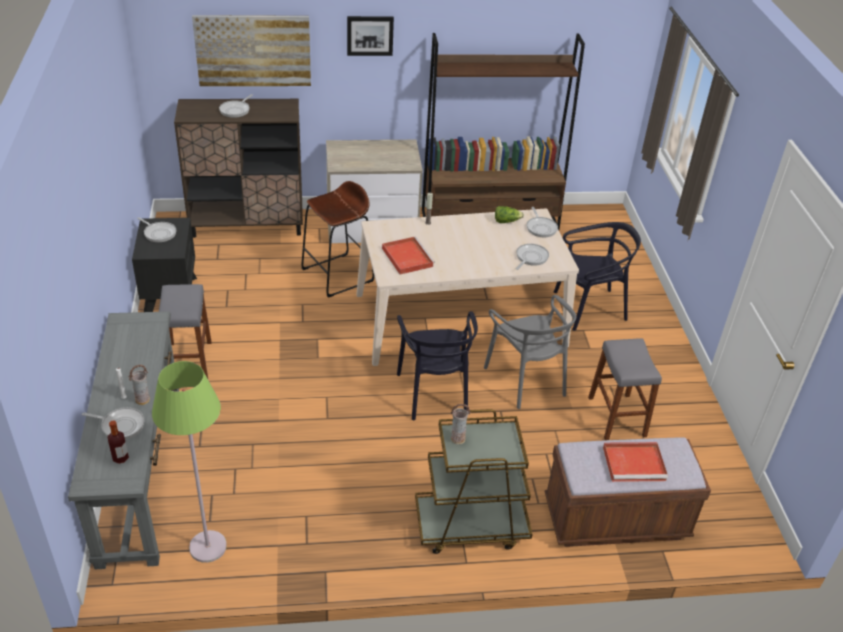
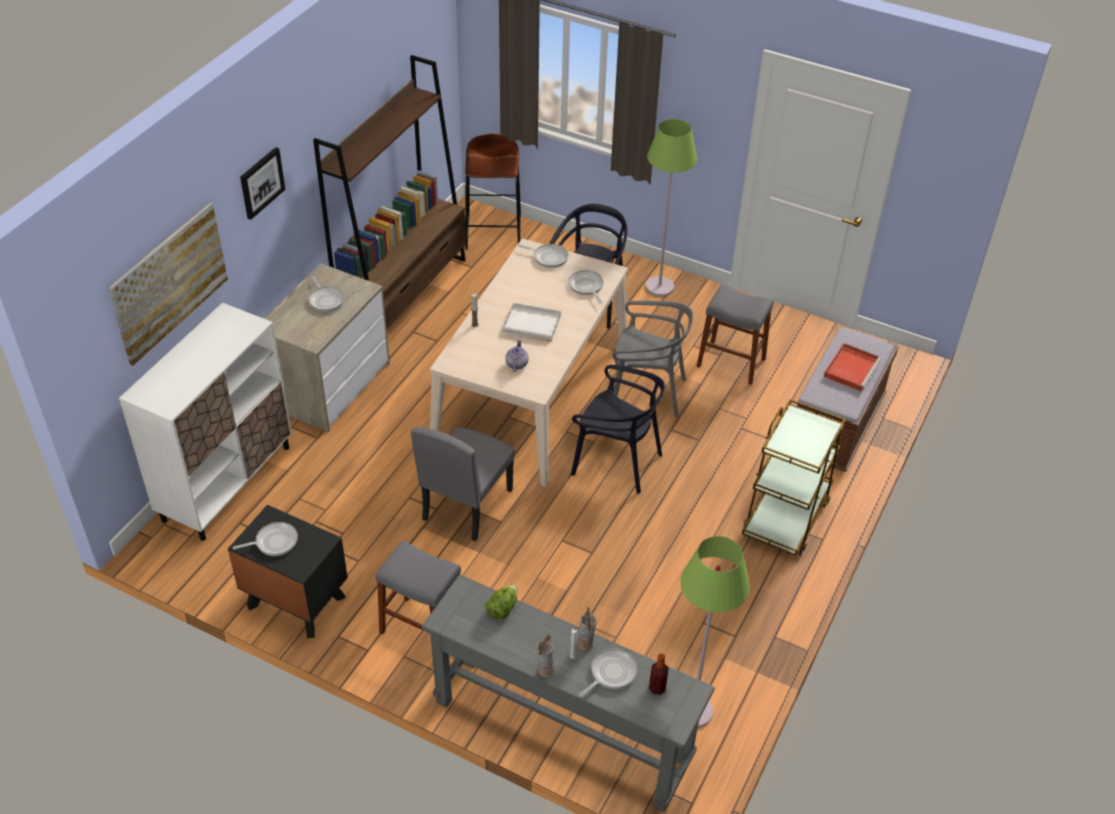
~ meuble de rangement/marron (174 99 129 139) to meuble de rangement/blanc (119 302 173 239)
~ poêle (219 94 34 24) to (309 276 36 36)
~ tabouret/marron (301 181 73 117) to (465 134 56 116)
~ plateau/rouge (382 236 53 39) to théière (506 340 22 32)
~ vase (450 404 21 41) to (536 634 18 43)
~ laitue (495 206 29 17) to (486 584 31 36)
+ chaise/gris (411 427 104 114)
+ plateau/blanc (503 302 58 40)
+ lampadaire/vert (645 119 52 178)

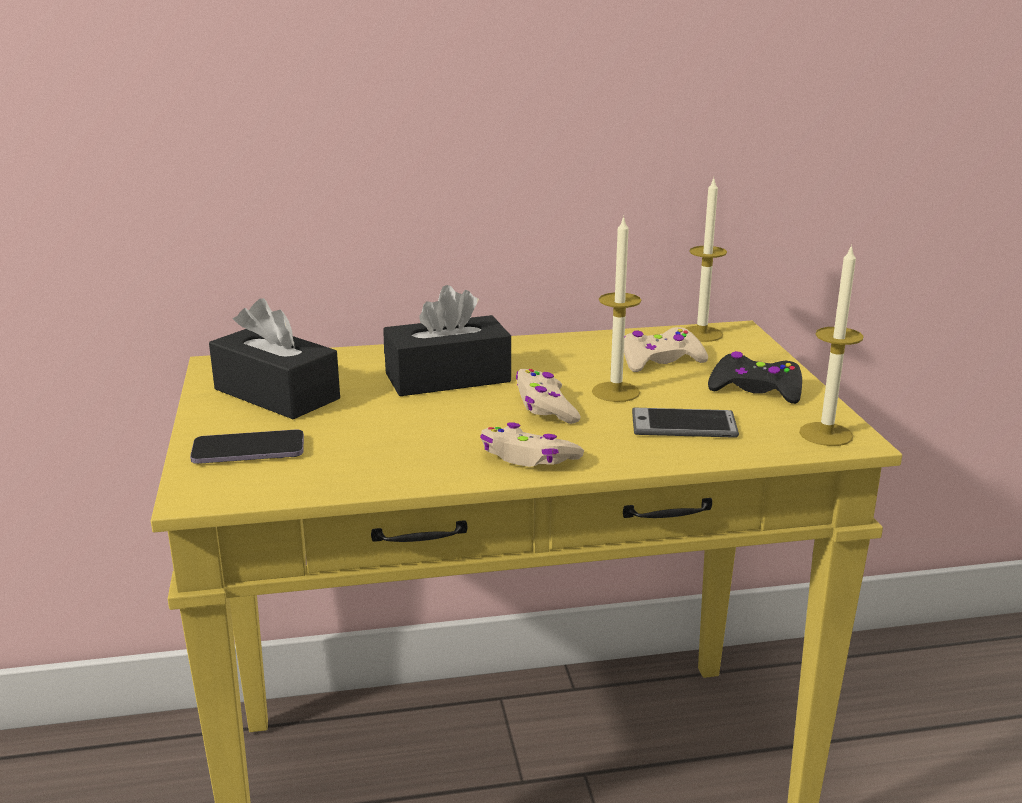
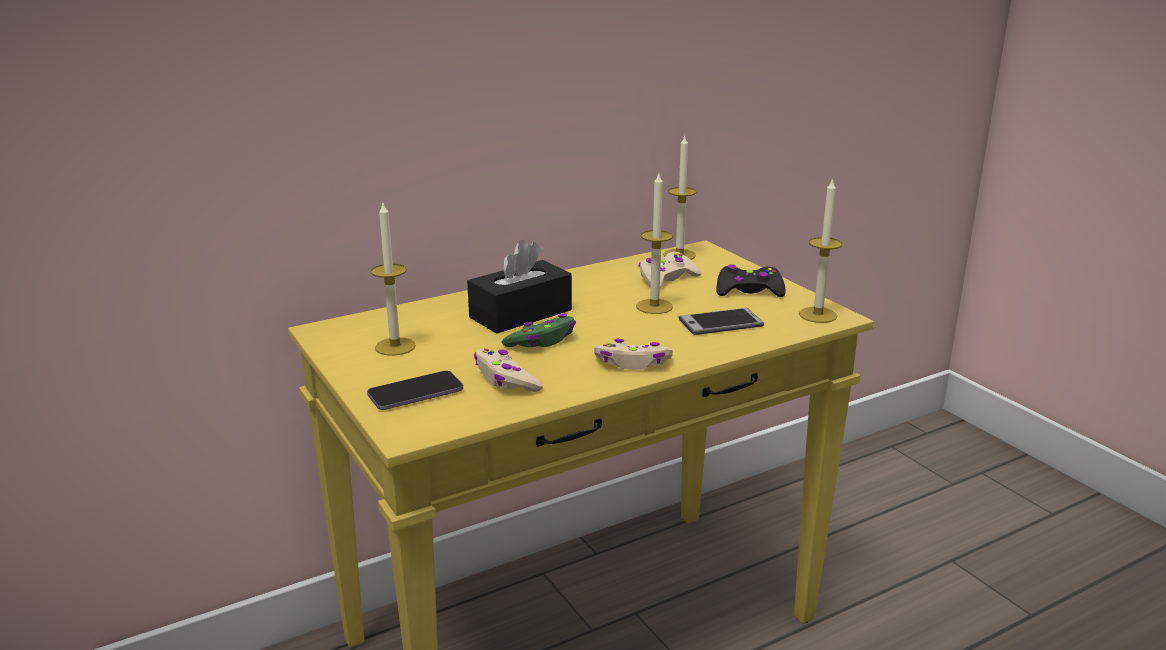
~ boîte à mouchoirs/noir (209 298 131 121) to bougie (371 203 45 153)
~ manette/beige (516 369 64 55) to (474 349 69 43)
+ manette/vert (501 314 75 33)

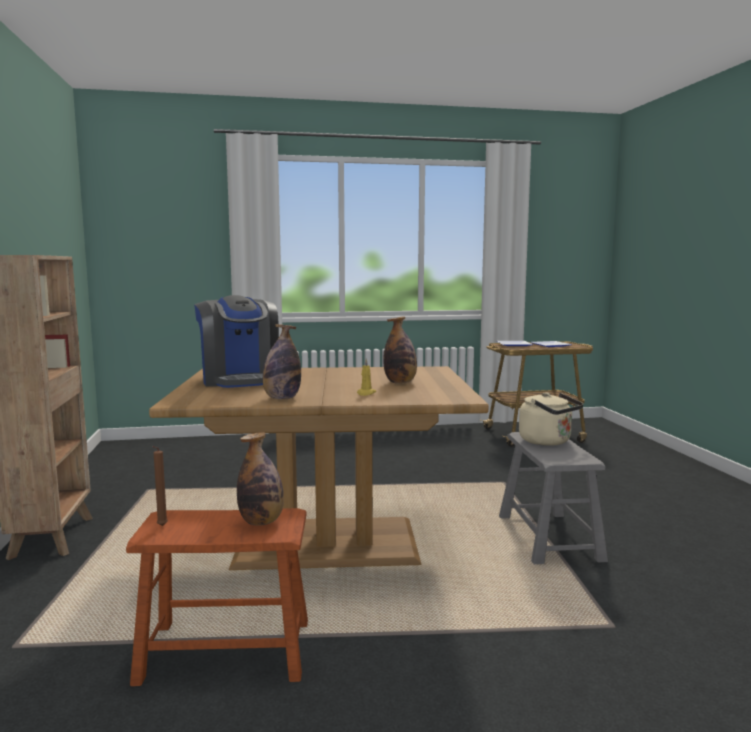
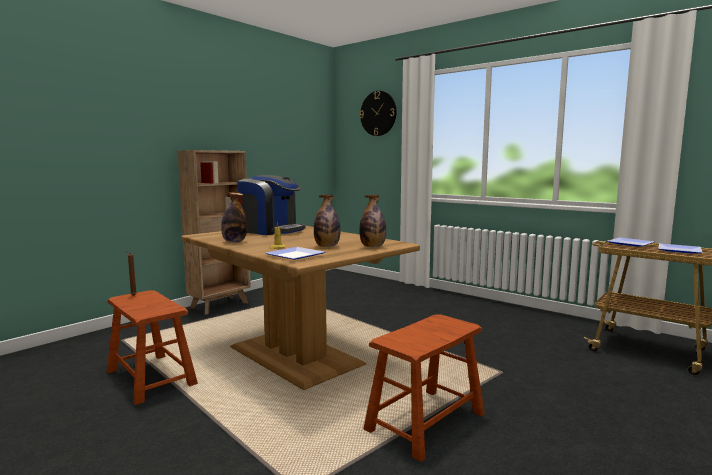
~ machine à café (194 295 85 93) = (237 175 69 60) 90 degrees counterclockwise
~ bouteille (237 432 47 94) to (359 194 27 53)
~ tabouret/gris (499 432 109 132) to tabouret/marron (363 314 122 148)
- bouilloire/beige (519 392 64 54)
+ assiette (265 247 60 13)
+ horloge murale (360 91 36 45)

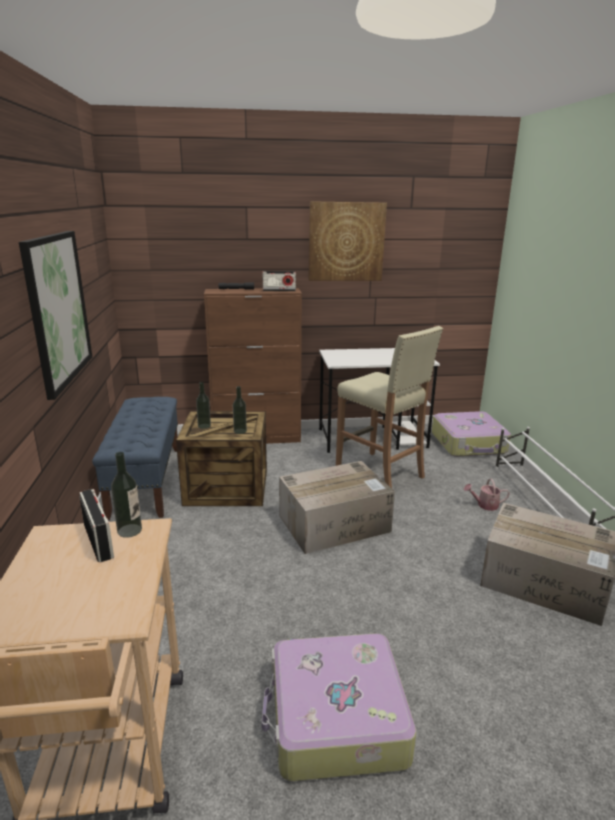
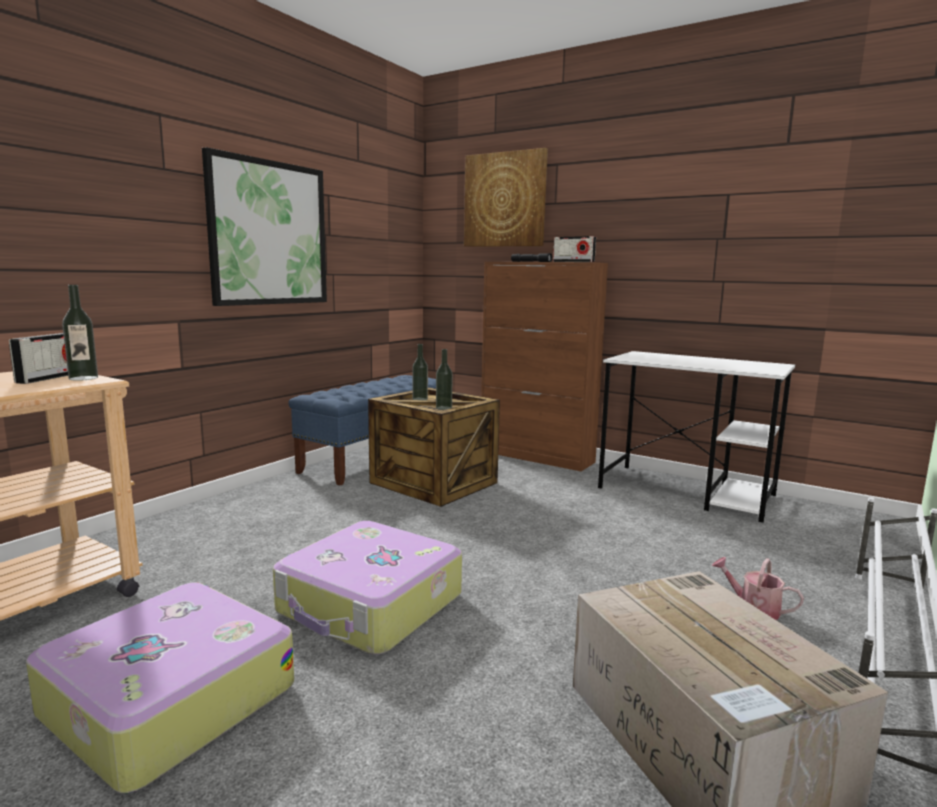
- carton (279 461 116 93)
~ tableau (308 201 79 80) to (464 148 84 98)
- tabouret/beige (336 326 107 162)
~ valise (432 411 79 46) to (273 521 189 133)

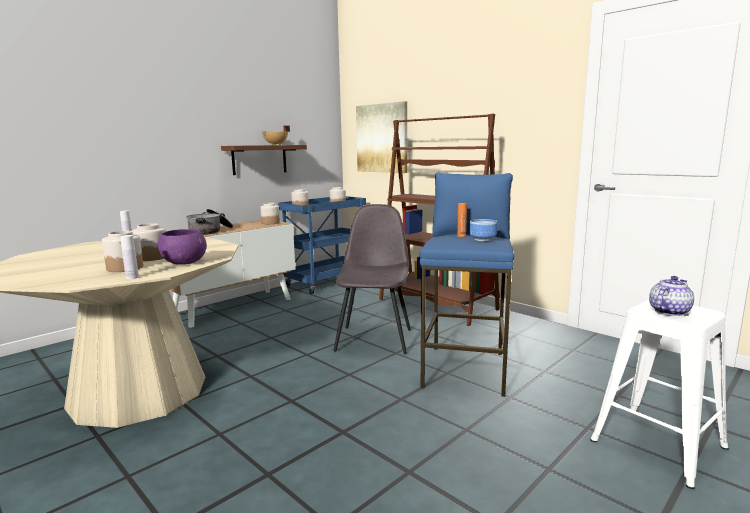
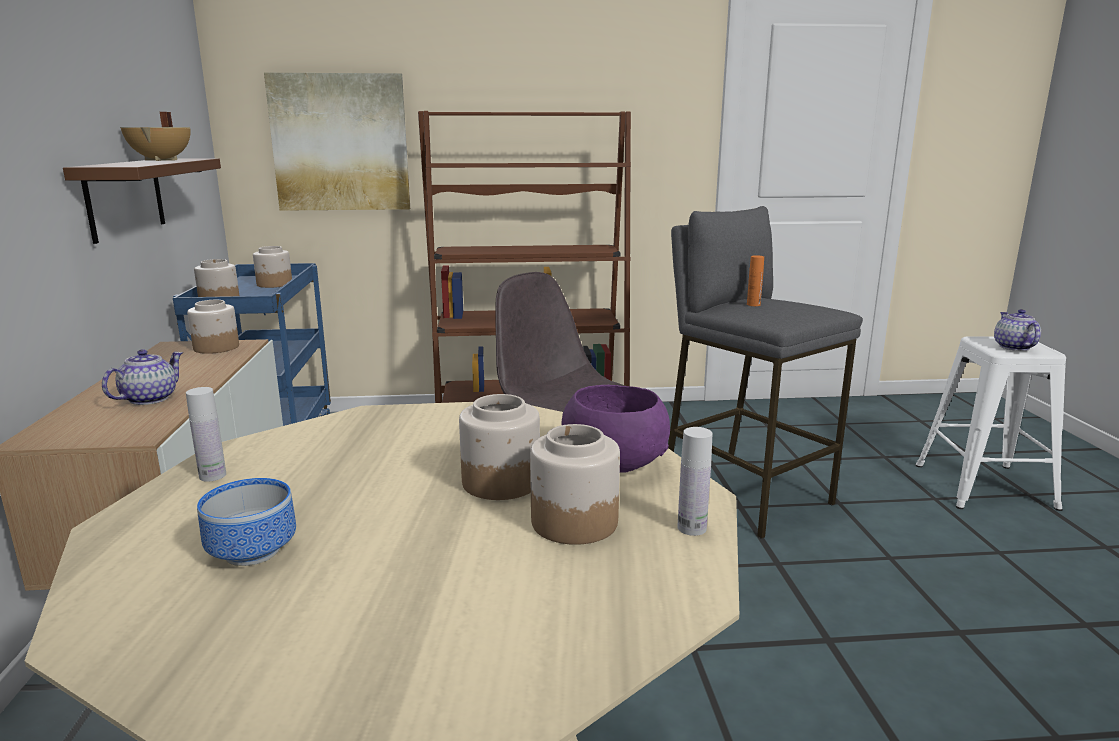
~ marmite (186 209 47 26) to théière (102 349 81 56)
~ tabouret/bleu (420 172 94 225) to tabouret/gris (668 206 195 333)
~ bol (469 219 28 22) to (197 478 99 88)

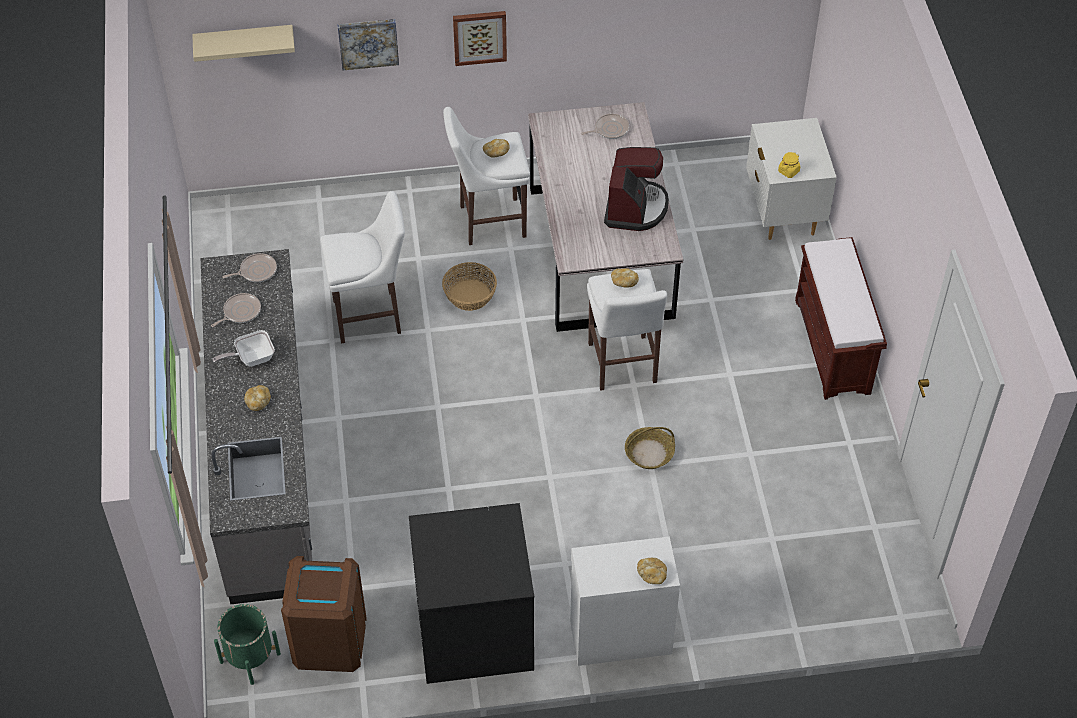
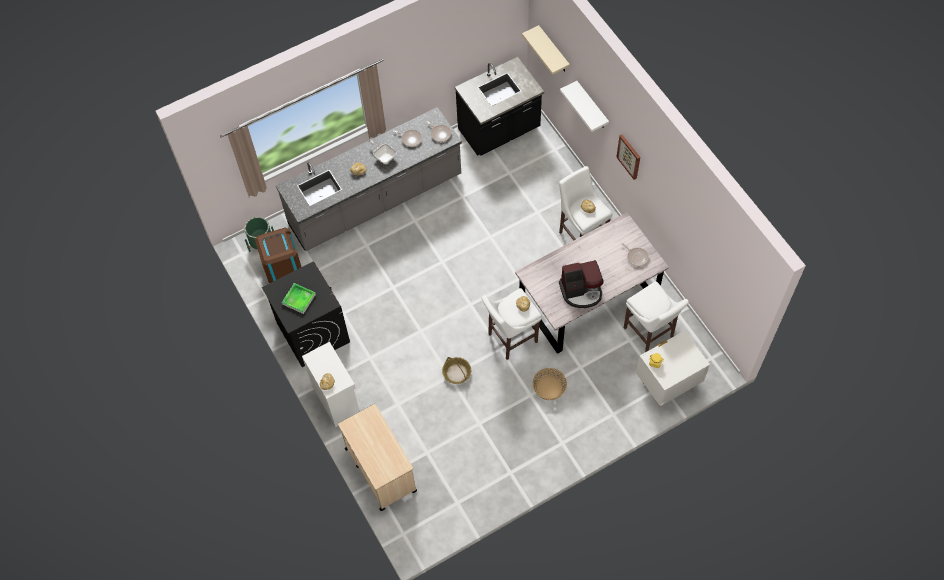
~ tabouret/blanc (320 191 85 153) to (624 281 65 71)
~ tableau (337 19 62 51) to étagère/blanc (560 81 49 51)
~ panier (442 262 55 49) to (533 368 34 32)
- banc/marron (795 237 92 163)
+ plateau (282 283 34 31)
+ chariot/beige (338 404 79 107)
+ comptoir de cuisine/noir (455 57 89 99)

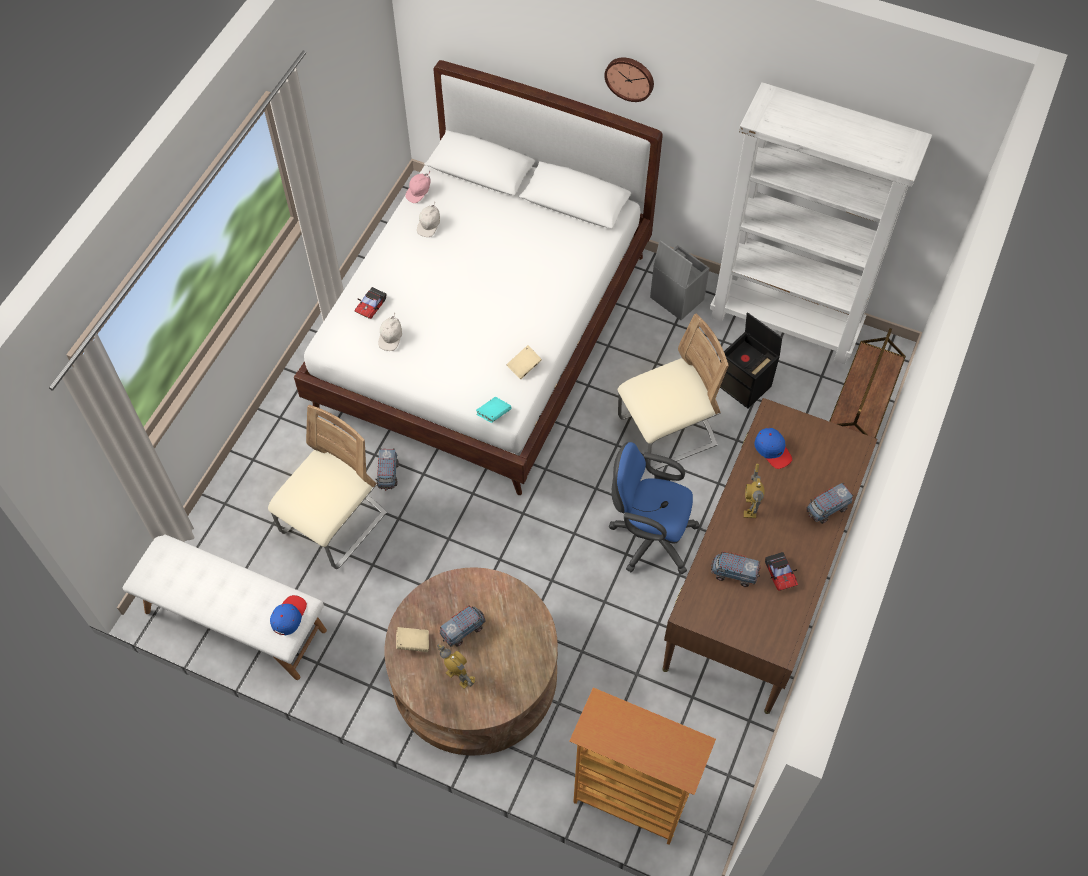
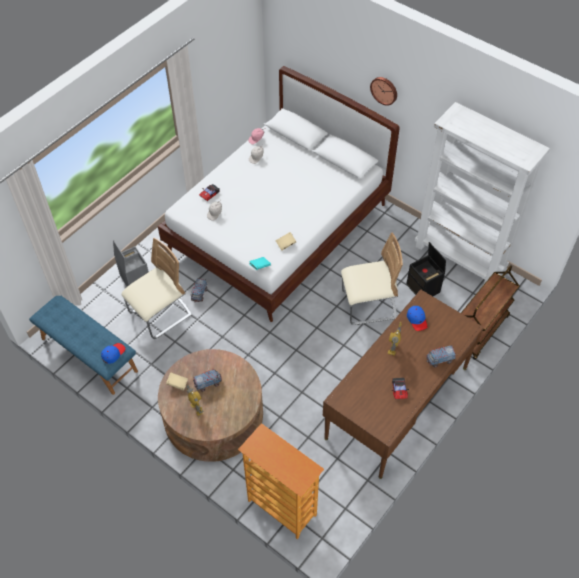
~ banc/blanc (123 534 204 146) to banc/bleu (29 296 109 99)
- chaise de bureau/bleu (609 442 91 132)
~ boîte de rangement/gris (650 240 59 80) to (113 240 36 47)
- camion jouet (711 551 50 36)

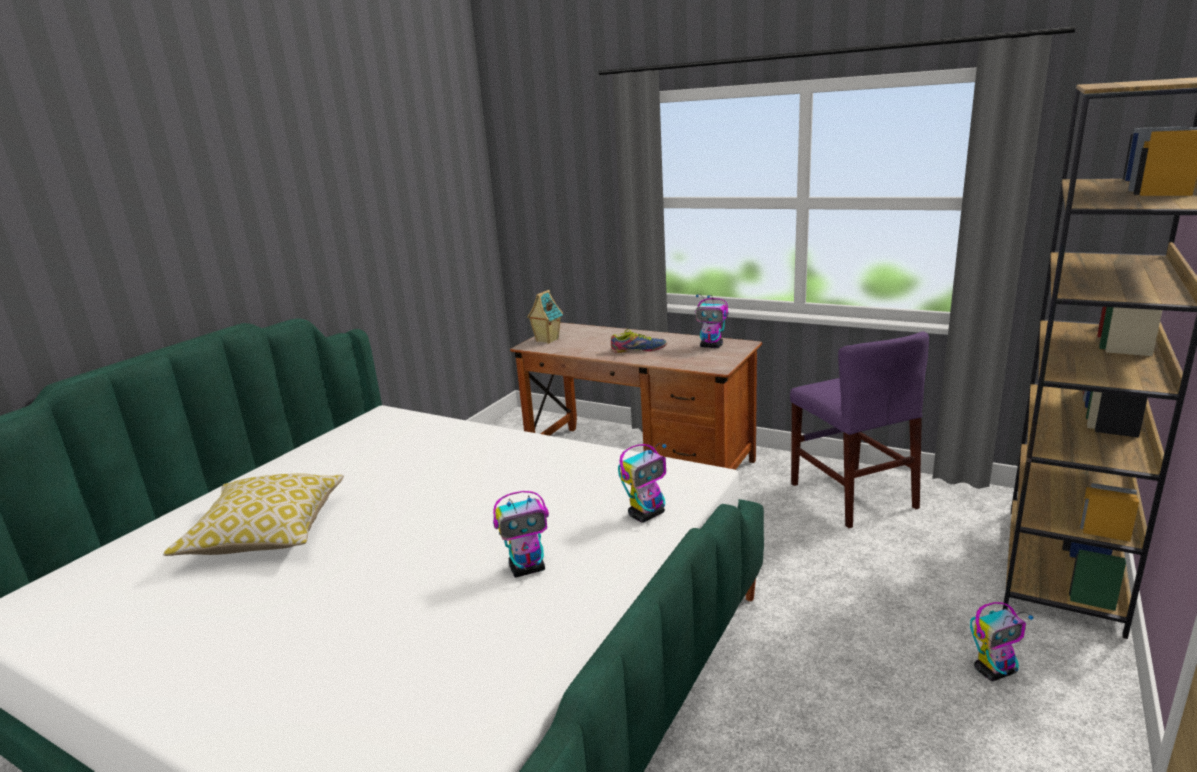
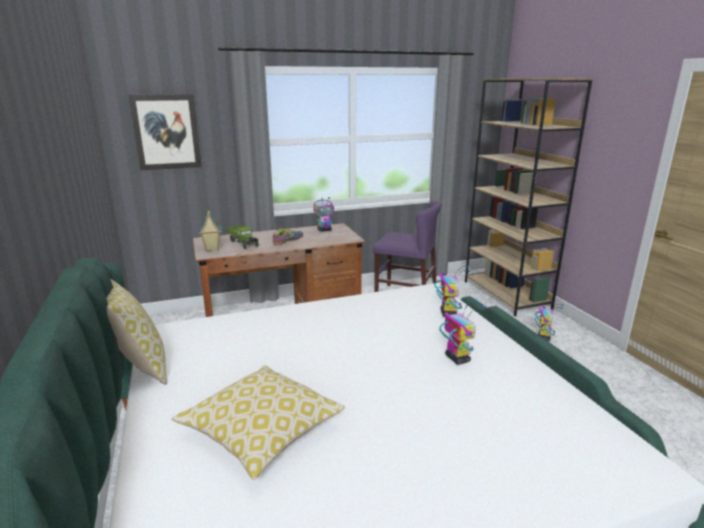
~ robot jouet (493 491 56 86) = (439 300 46 65) 45 degrees counterclockwise
+ coussin (106 279 61 106)
+ tableau (128 94 74 76)
+ camion jouet (227 225 32 24)

